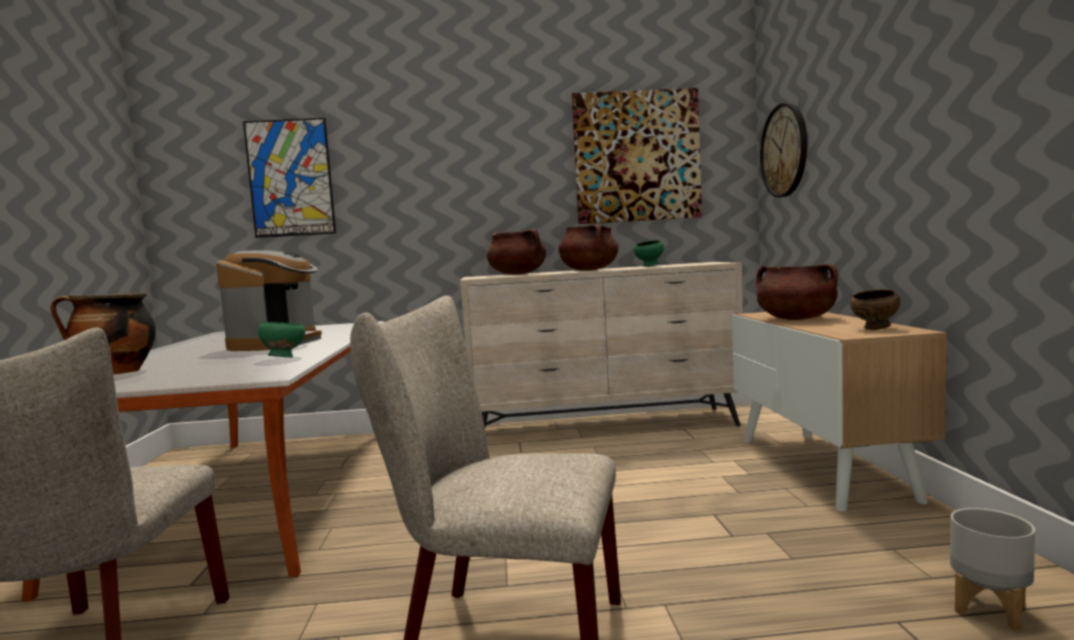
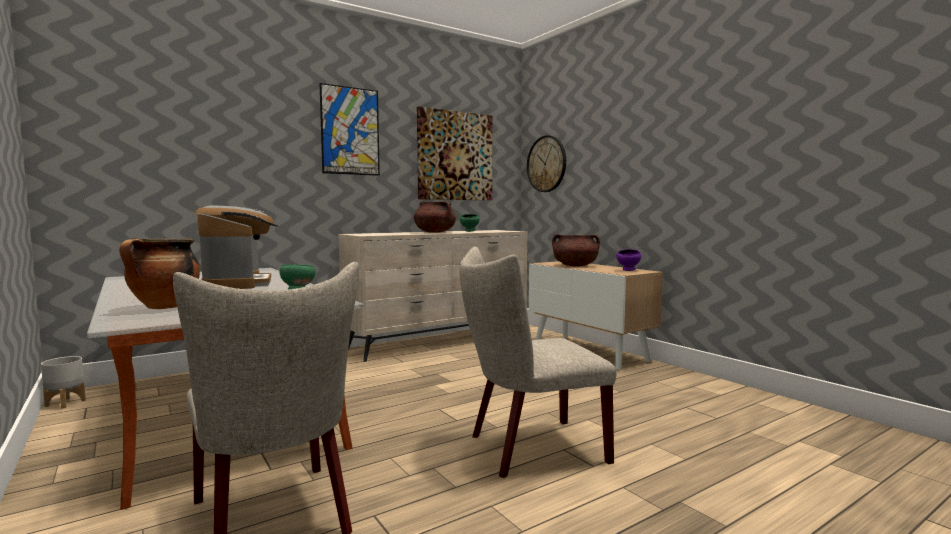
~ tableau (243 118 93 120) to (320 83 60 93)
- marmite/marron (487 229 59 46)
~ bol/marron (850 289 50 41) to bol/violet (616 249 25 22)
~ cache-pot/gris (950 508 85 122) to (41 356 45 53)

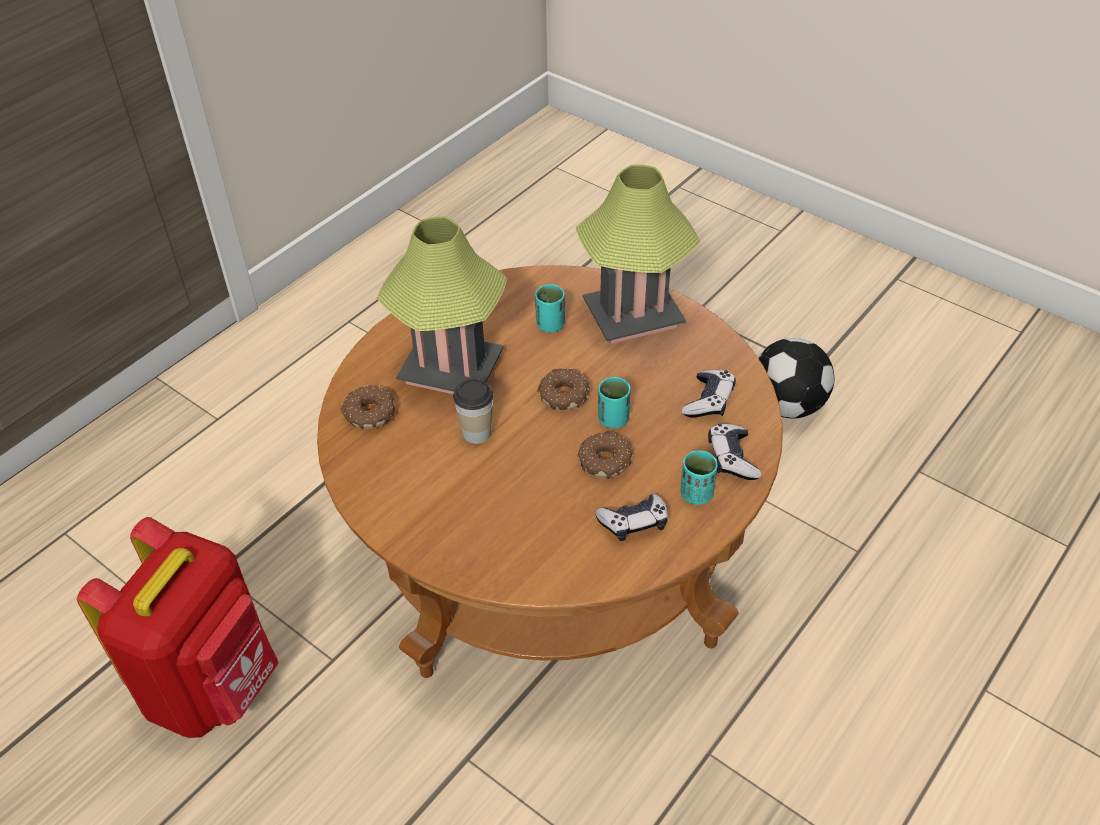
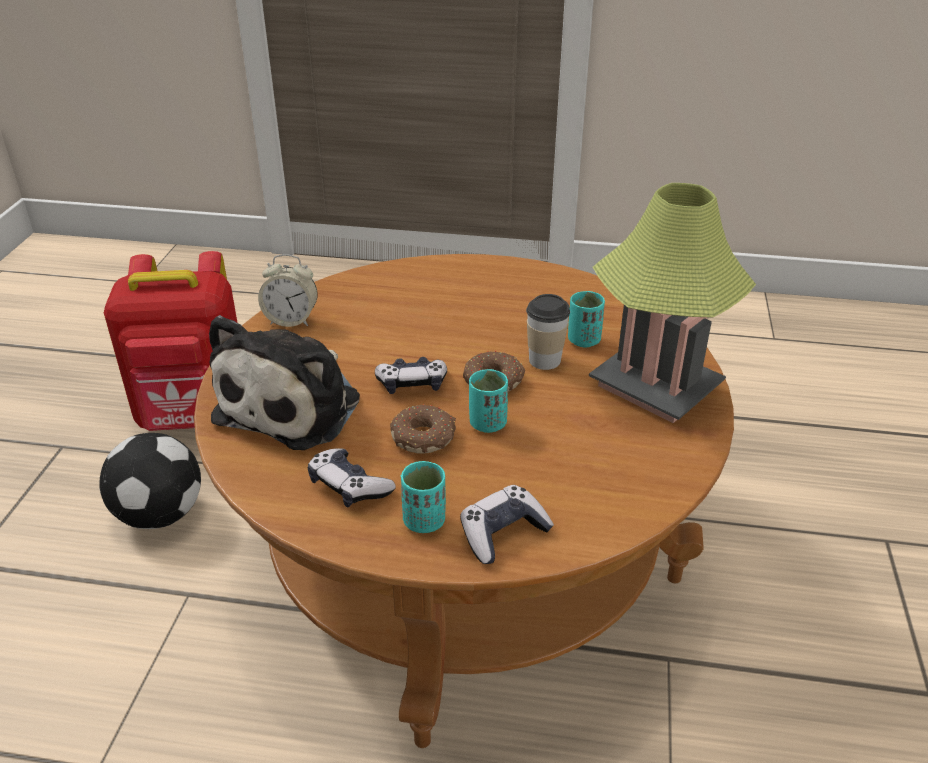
- beignet (340 385 55 44)
- lampe de table (376 216 131 178)
~ tasse (453 378 40 66) to (526 294 44 76)
~ manette (682 370 54 48) to (375 357 72 37)
~ ballon de foot (758 338 76 81) to (99 433 102 96)
+ peluche (209 315 151 135)
+ réveil (258 254 60 73)

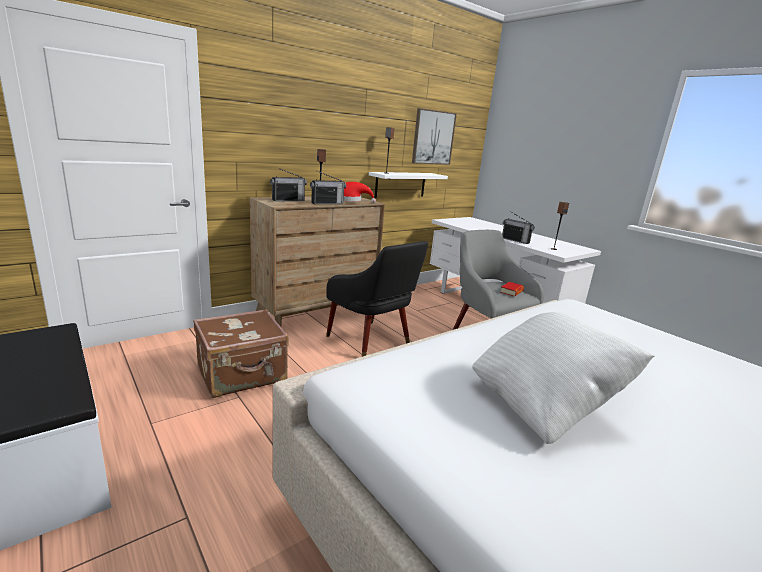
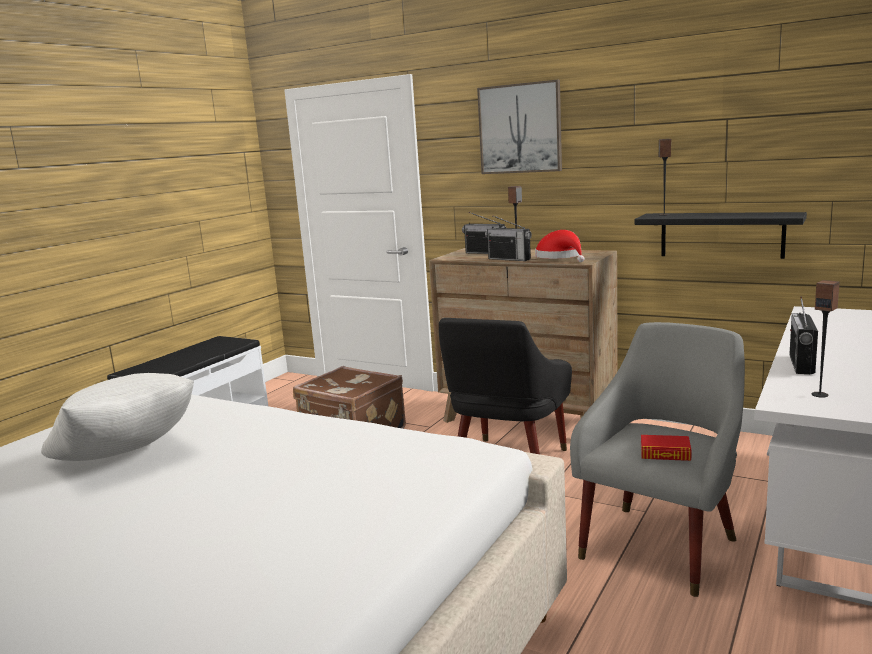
~ étagère/blanc (369 172 79 26) to étagère/noir (634 212 173 47)
~ tableau (412 108 45 57) to (477 79 85 95)

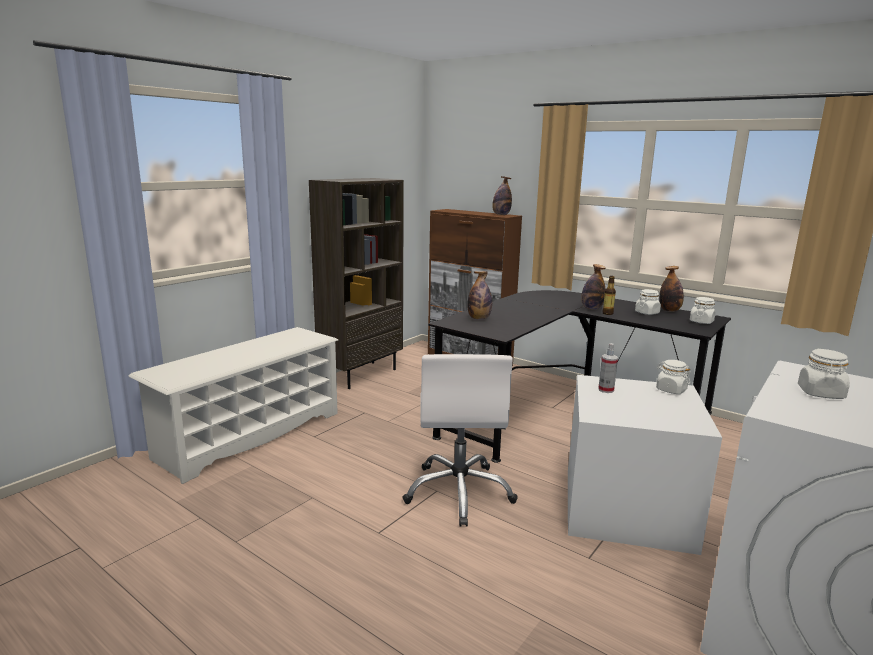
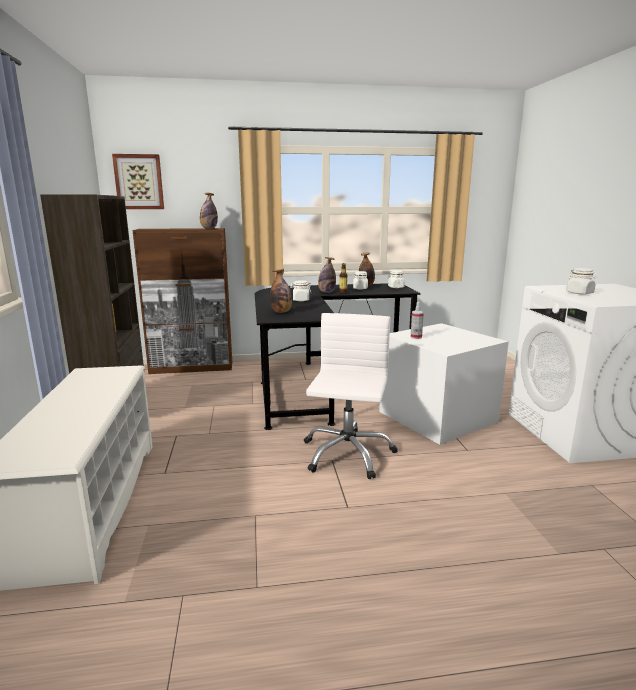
~ chaise de bureau/blanc (402 354 116 173) = (304 313 94 166) 120 degrees counterclockwise
~ bocal/blanc (656 360 35 34) to (290 280 21 21)
+ tableau (112 154 52 55)

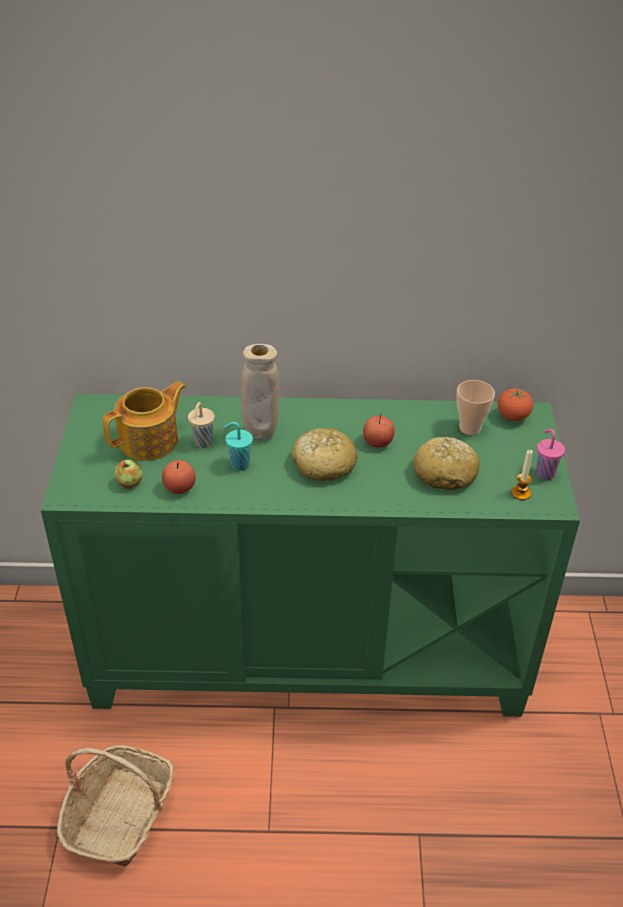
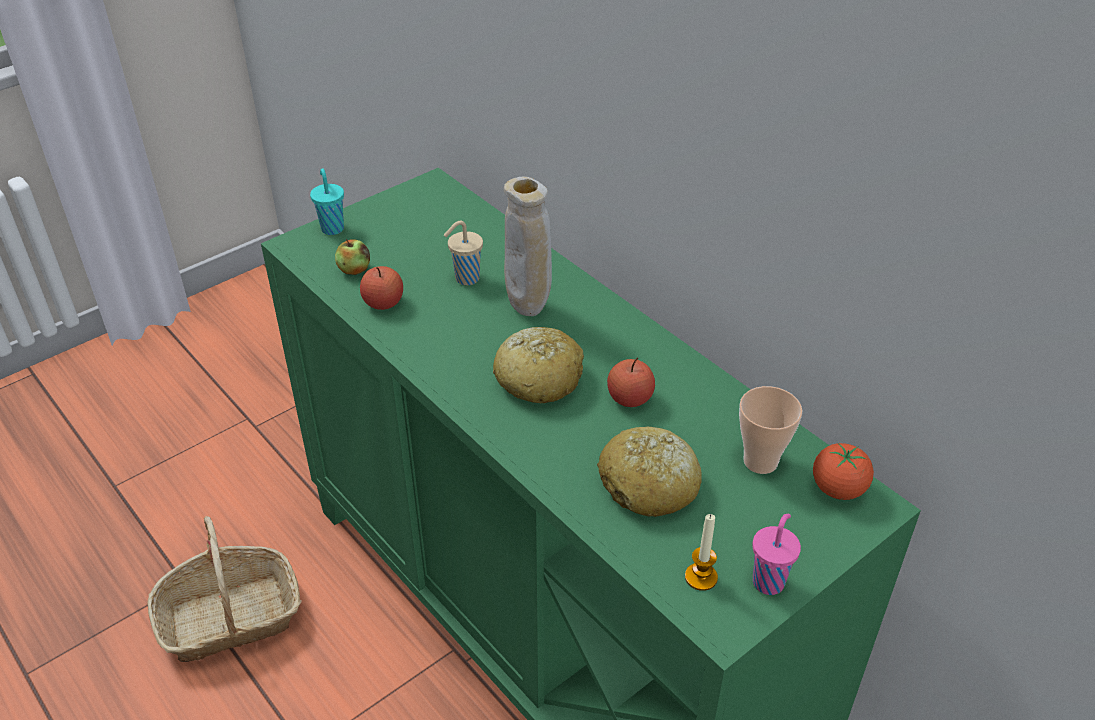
- théière (102 381 84 80)
~ tasse/turquoise (223 422 30 49) to (310 168 34 67)

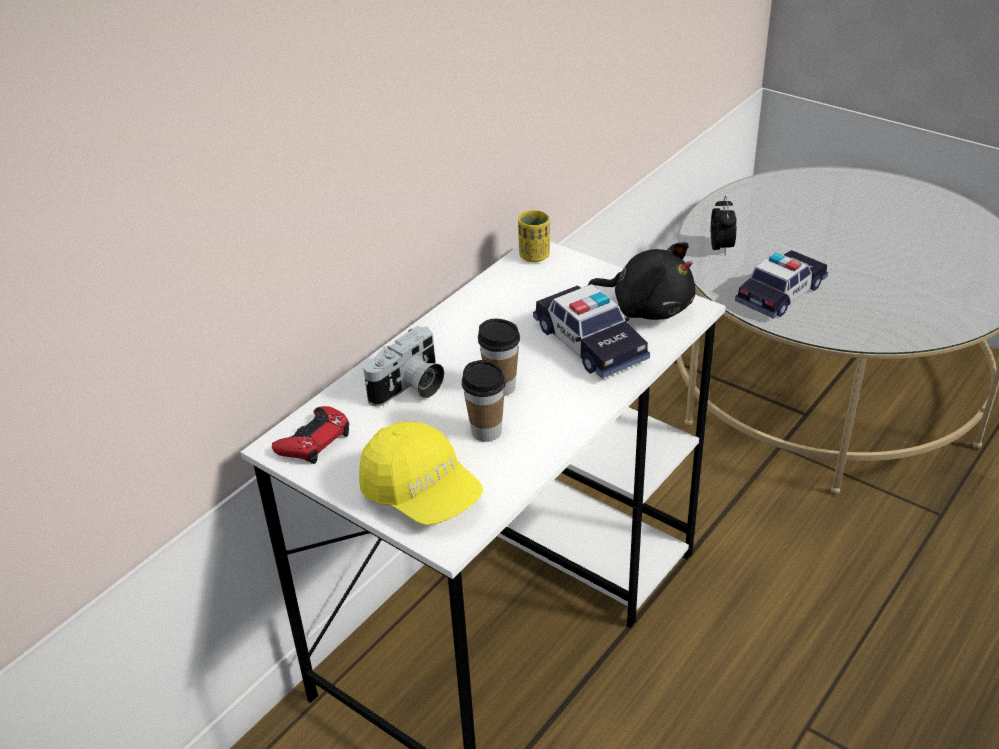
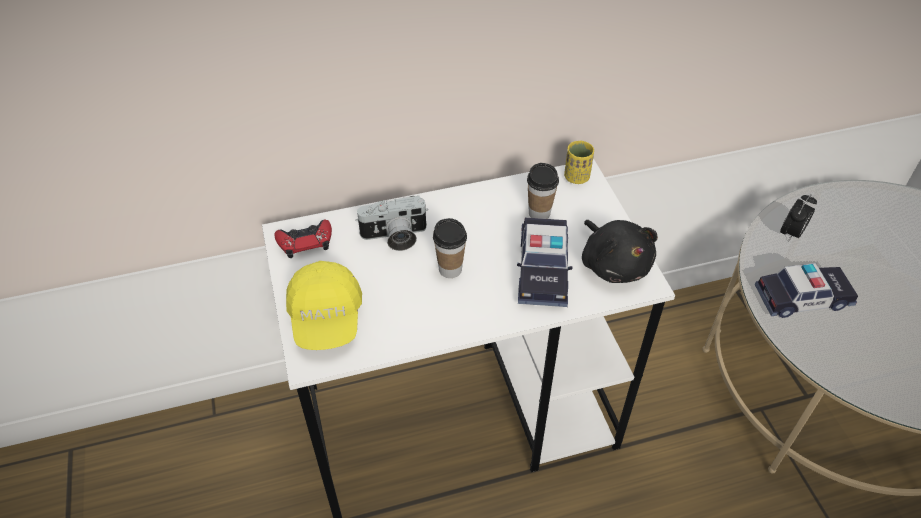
~ tasse (462 360 44 82) to (527 163 32 56)

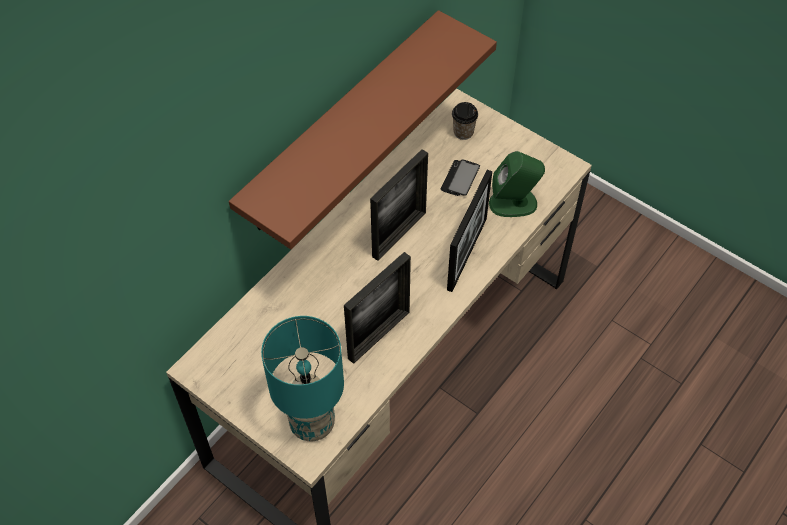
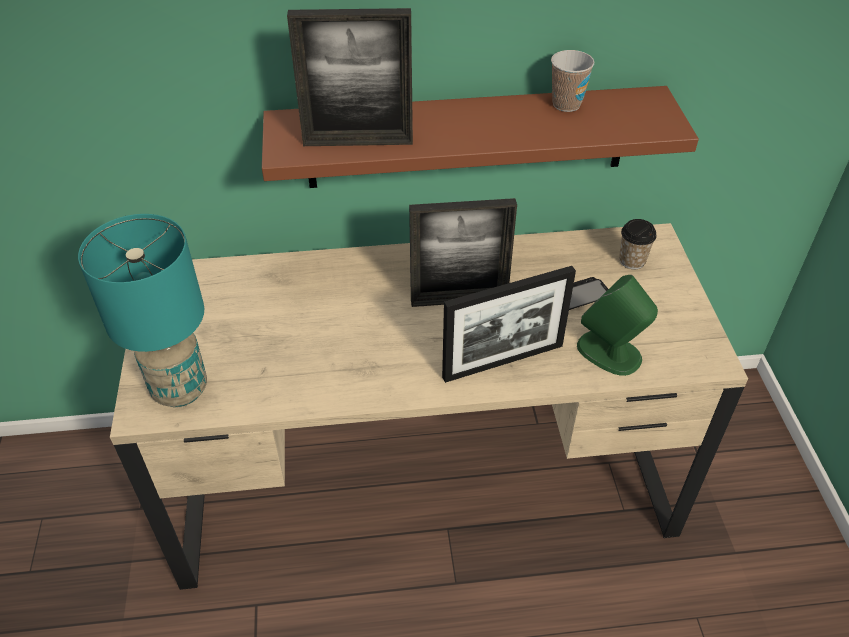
~ cadre photo (344 252 67 112) to (287 8 126 138)
+ tasse (551 50 43 62)

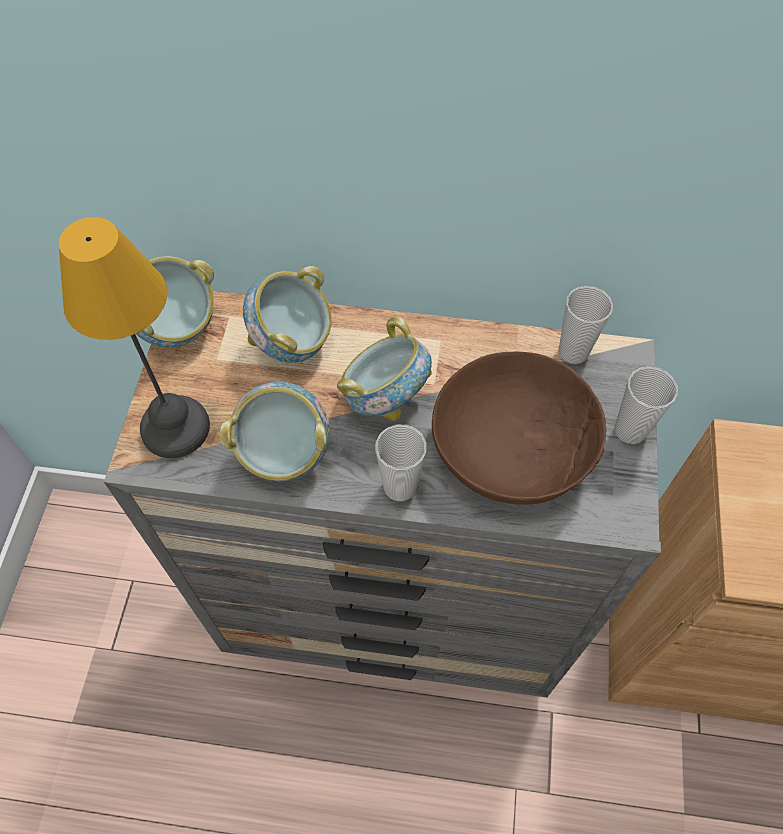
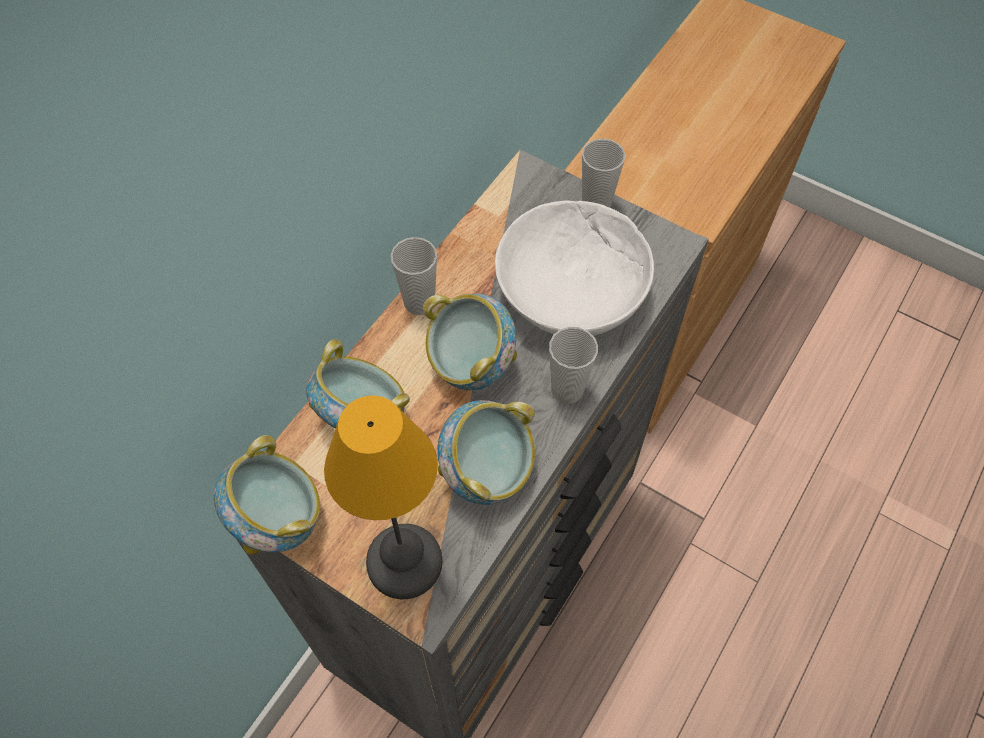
~ bol/marron (432 352 174 153) to bol/blanc (495 200 159 136)
~ tasse (559 286 54 78) to (391 237 46 78)

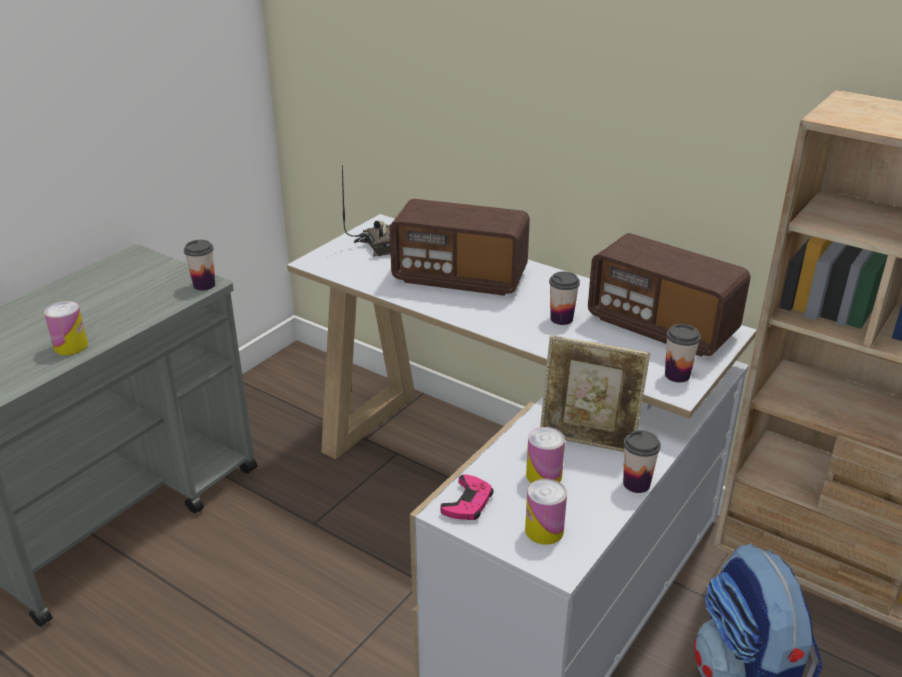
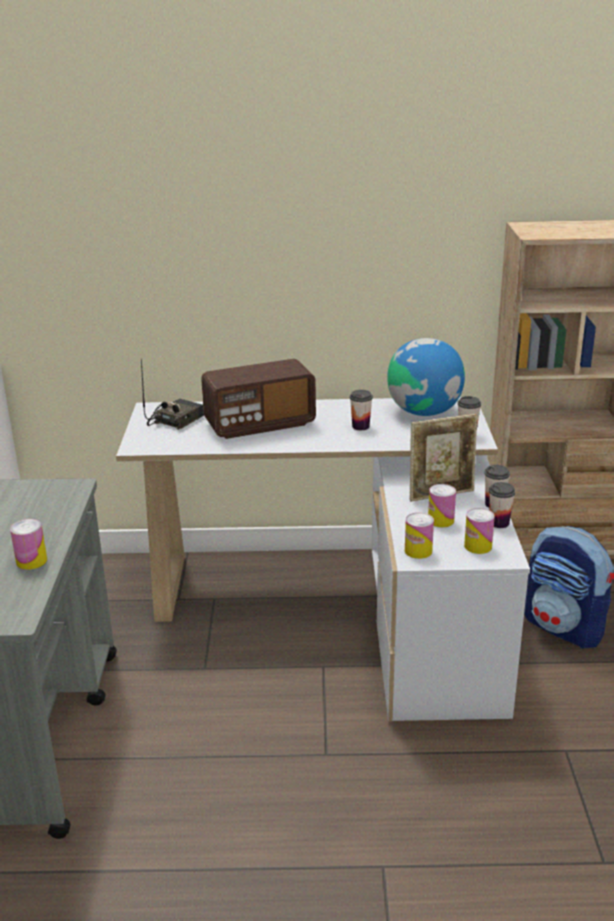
~ tasse (184 240 31 51) to (489 482 27 46)
~ manette/rose (441 474 53 46) to boîte métallique (405 512 29 47)
~ radio (588 233 162 124) to globe (387 338 78 78)

